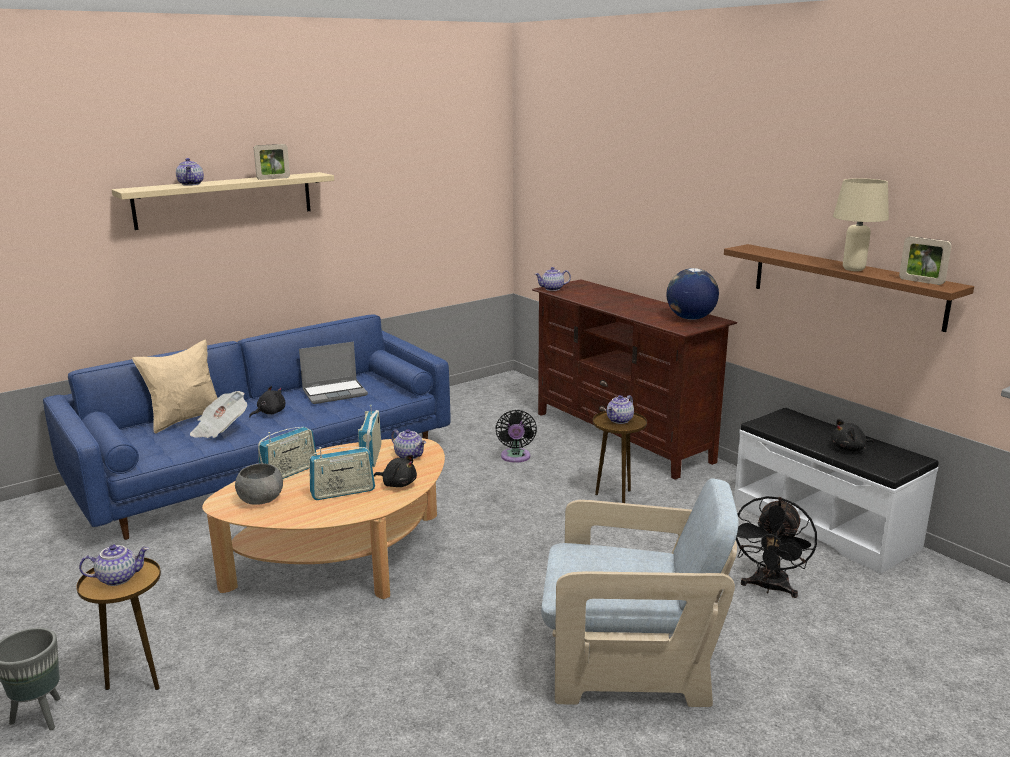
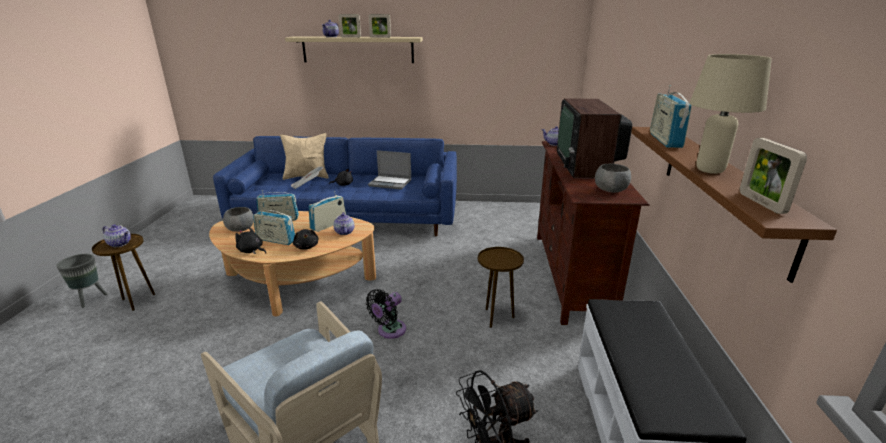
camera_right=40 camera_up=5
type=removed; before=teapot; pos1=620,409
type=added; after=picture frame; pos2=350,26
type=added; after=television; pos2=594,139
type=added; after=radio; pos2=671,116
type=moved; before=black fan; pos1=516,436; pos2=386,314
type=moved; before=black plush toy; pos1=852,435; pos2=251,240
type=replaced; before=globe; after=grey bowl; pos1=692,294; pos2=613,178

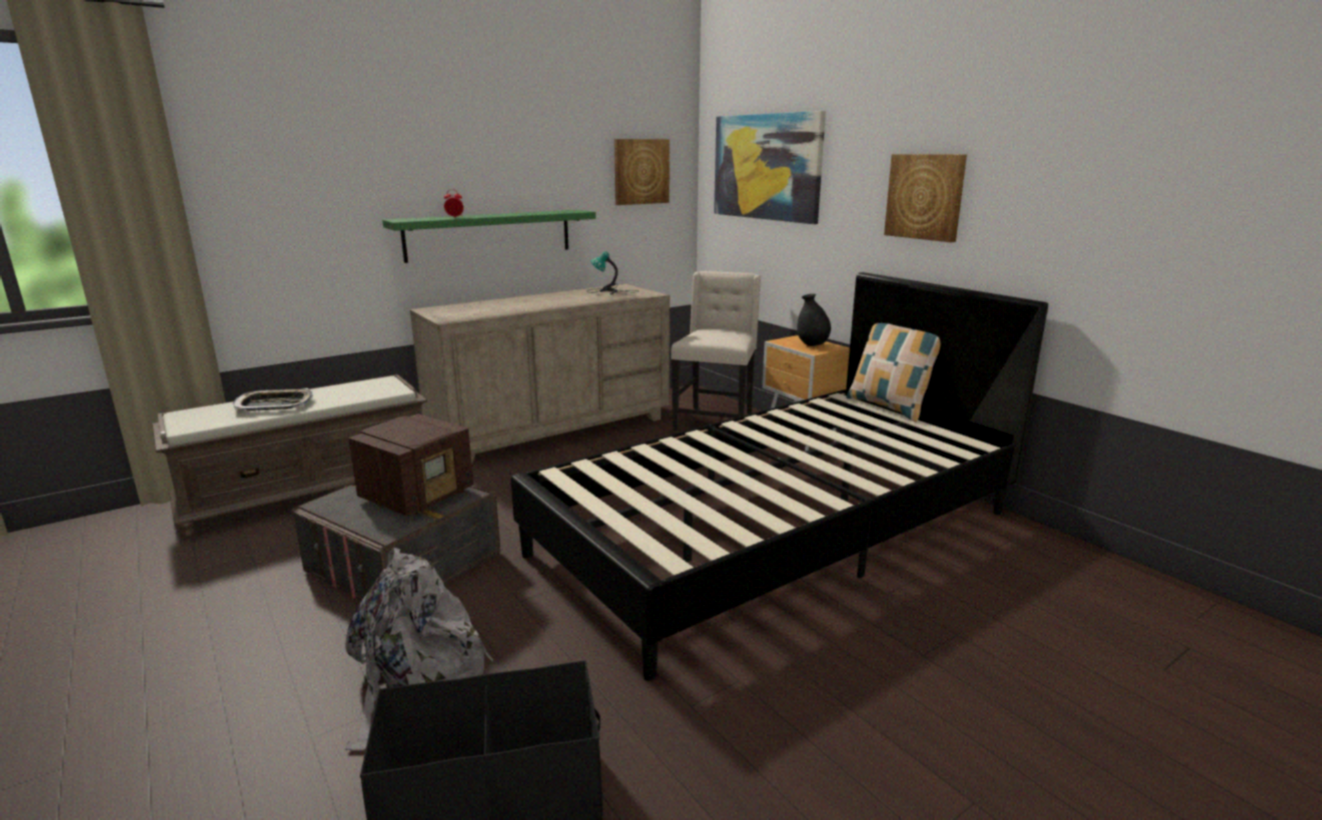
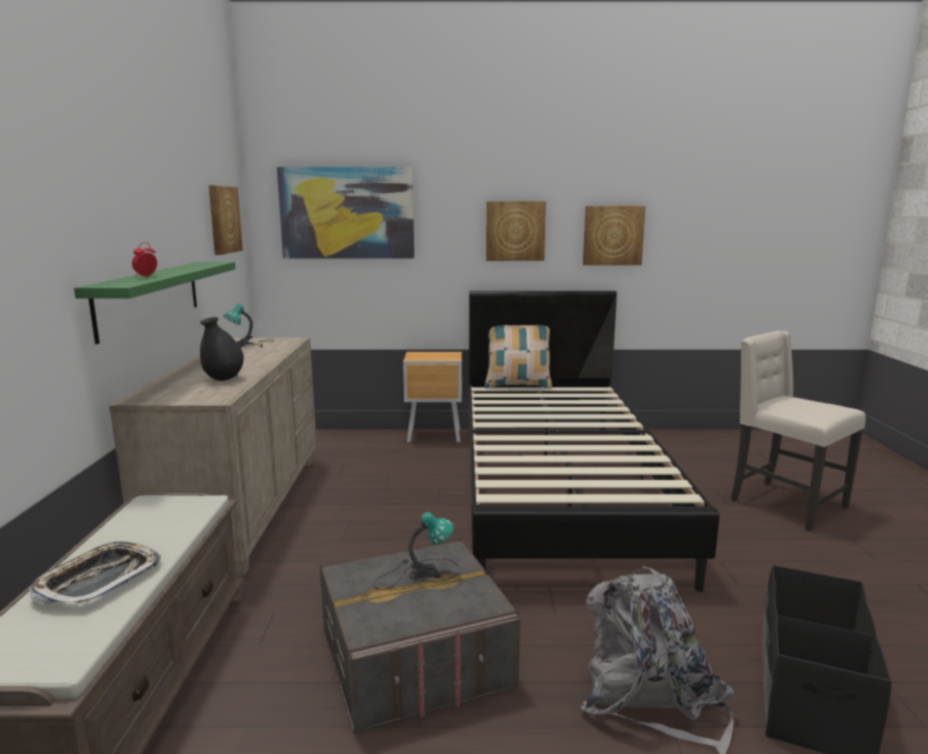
camera_right=-55 camera_up=-5
type=added; after=picture; pos2=614,235
type=moved; before=beige chair; pos1=716,351; pos2=798,431
type=moved; before=black vase; pos1=814,320; pos2=222,349
type=replaced; before=radio; after=table lamp; pos1=411,465; pos2=416,551

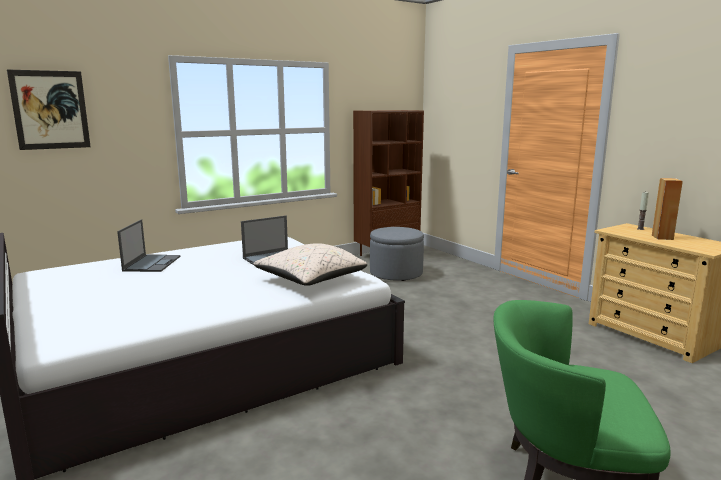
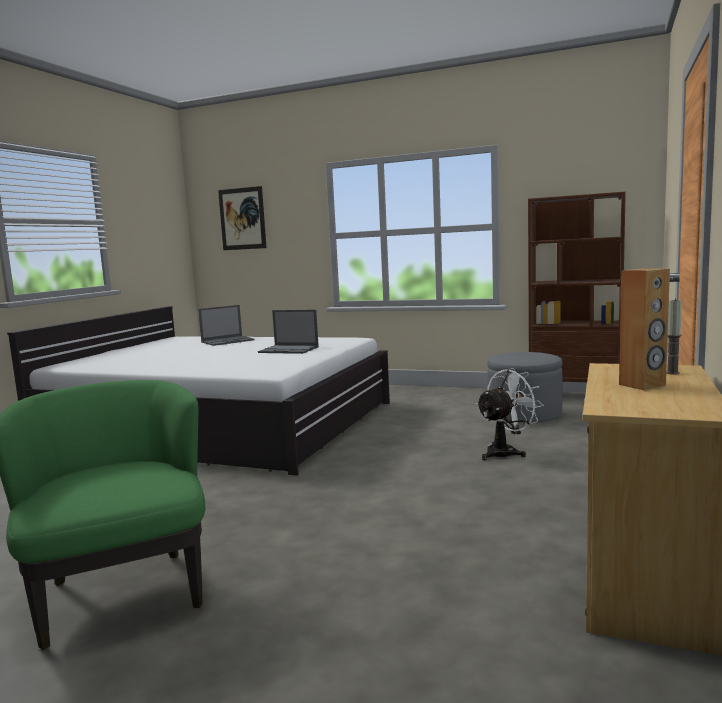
camera_right=55 camera_up=-5
type=removed; before=beige pillow; pos1=310,264
type=added; after=white fan; pos2=510,414

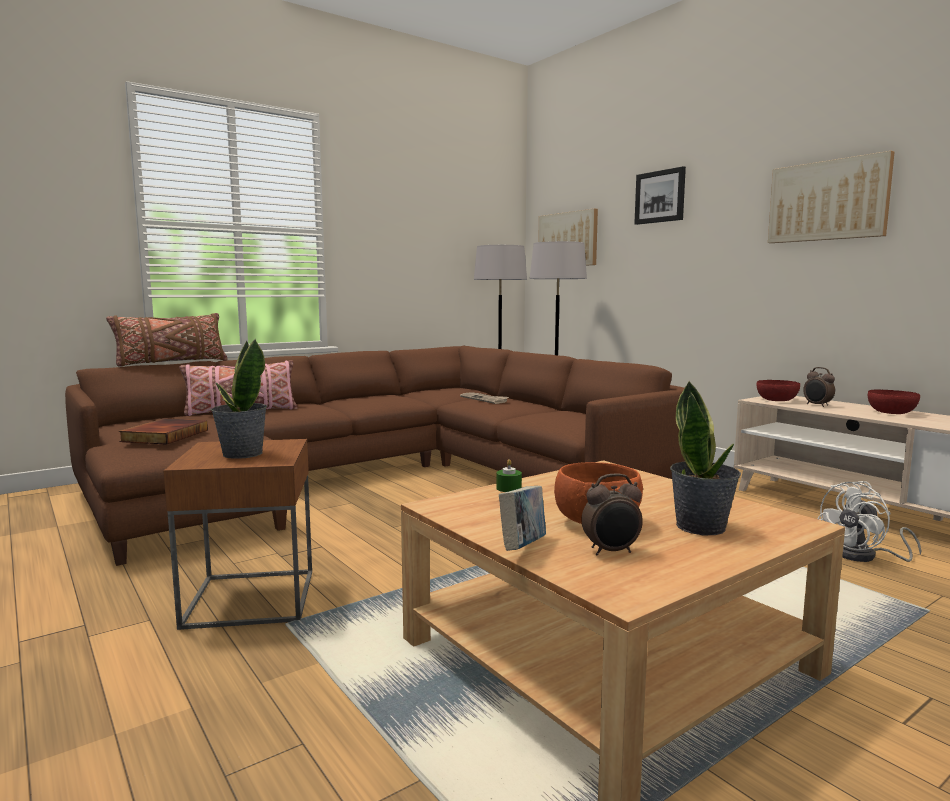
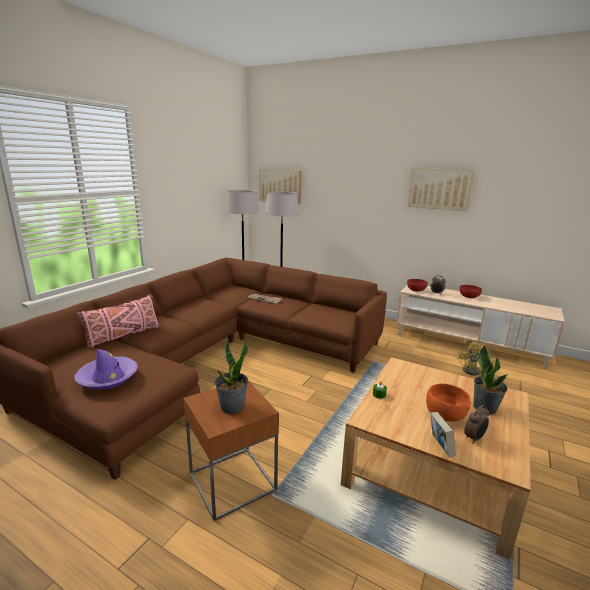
camera_right=-25 camera_up=10
type=removed; before=brown pillow; pos1=167,340
type=removed; before=picture; pos1=660,195
type=replaced; before=book; after=purple hat; pos1=163,431; pos2=106,369
type=recoloured; before=white fan; after=yellow fan; pos1=870,521; pos2=474,358

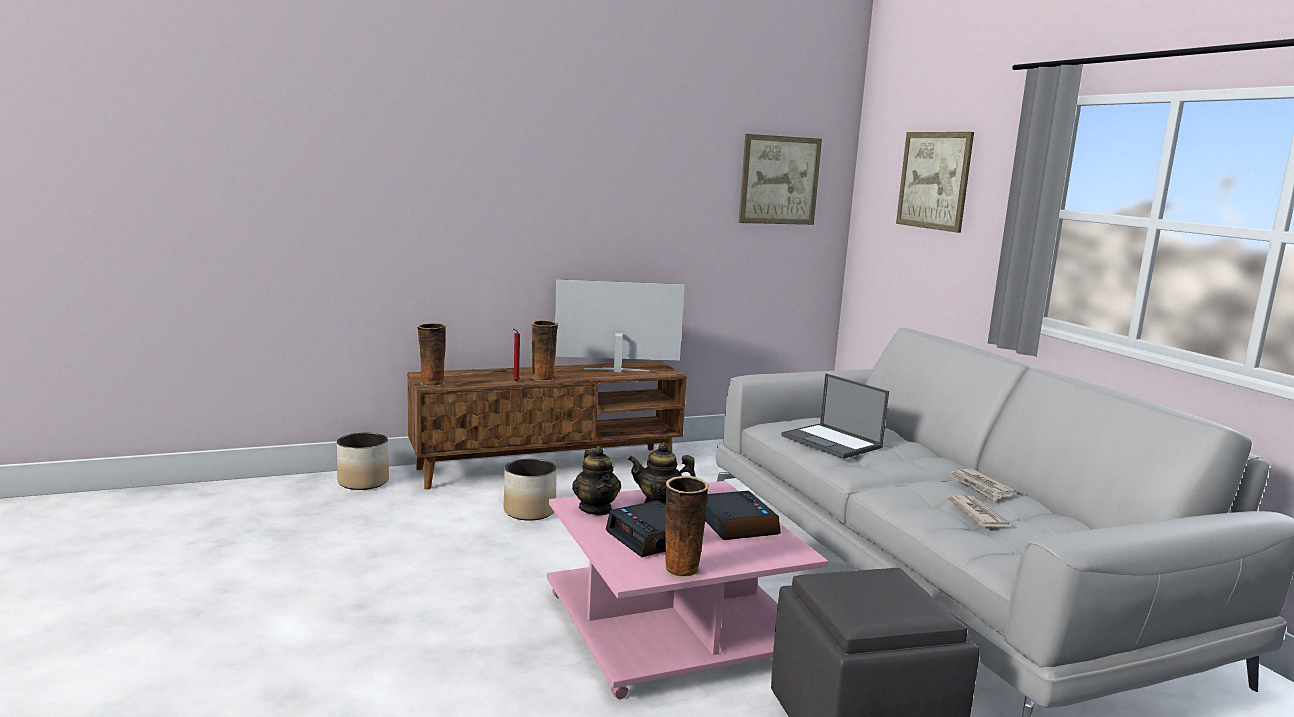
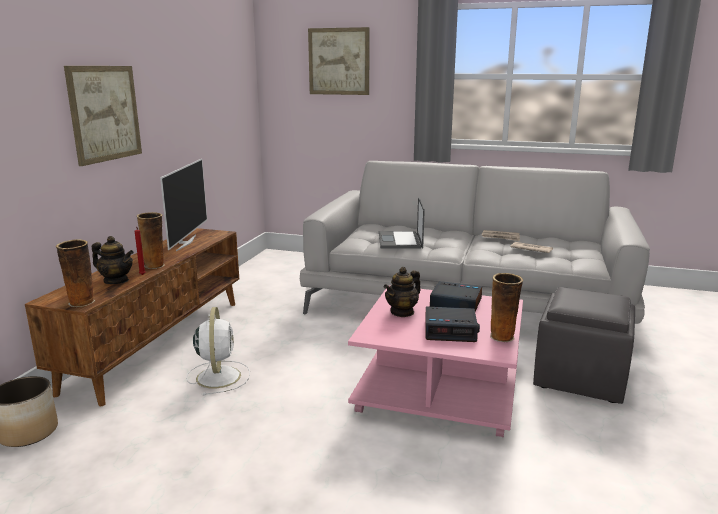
camera_right=-50 camera_up=5
type=moved; before=teapot; pos1=596,480; pos2=113,260
type=moved; before=picture; pos1=780,179; pos2=103,116
type=replaced; before=planter; after=white fan; pos1=530,490; pos2=218,351
type=turned; before=television; pos1=620,325; pos2=183,205; turn=150
type=turned; before=laptop; pos1=835,416; pos2=402,223; turn=90

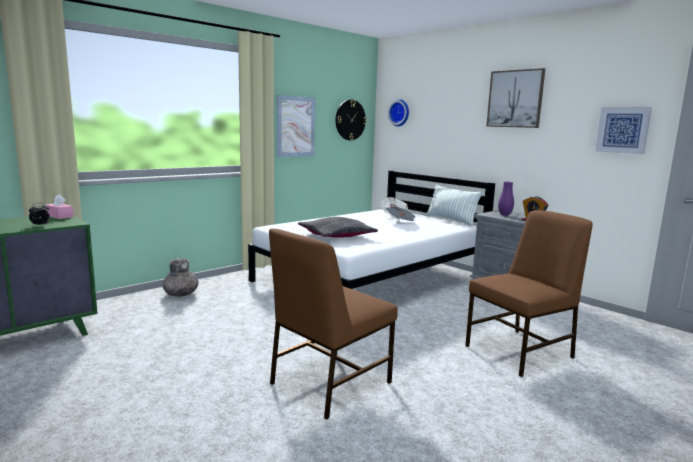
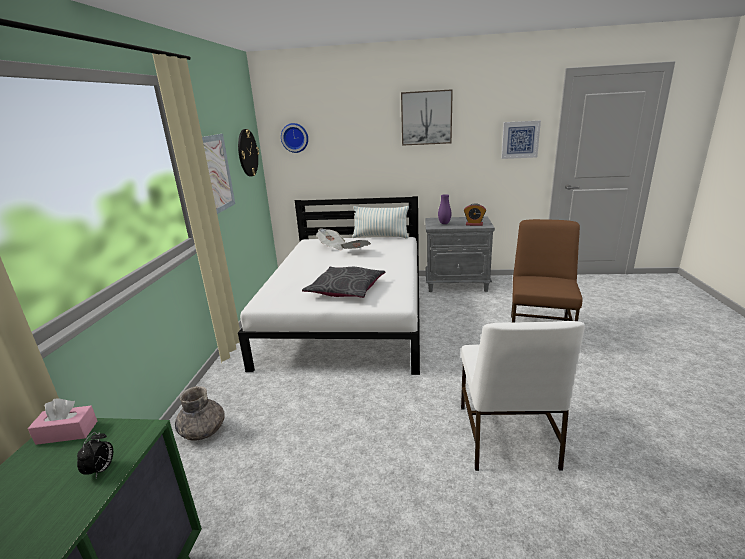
camera_right=-40 camera_up=10
type=recoloured; before=brown chair; after=white chair; pos1=333,324; pos2=523,396

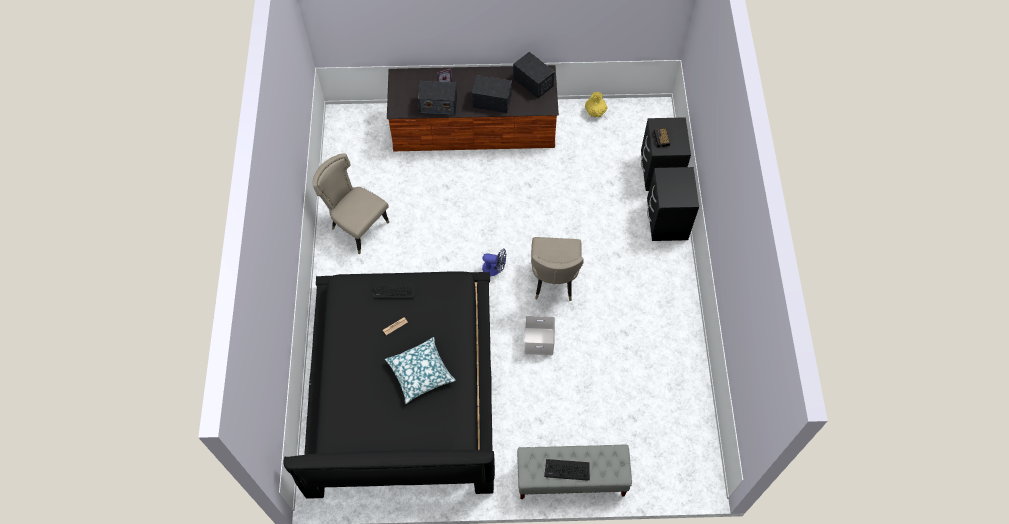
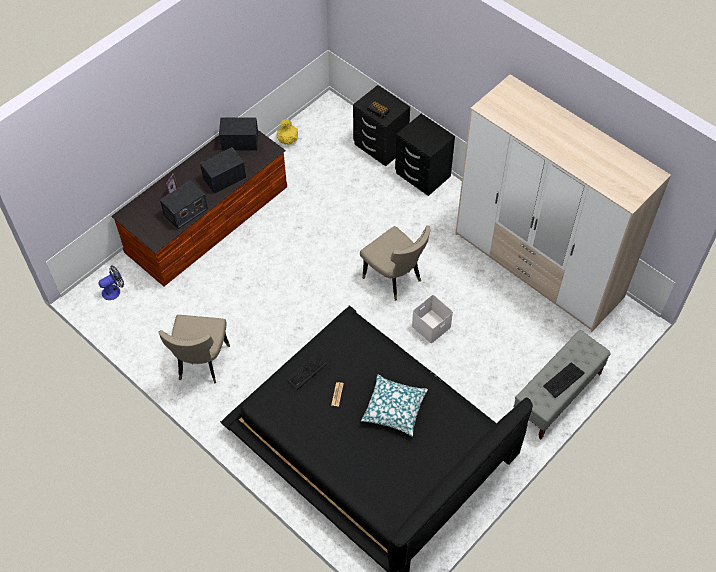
camera_right=-45 camera_up=-5
type=added; after=wardrobe; pos2=563,203
type=moved; before=fan; pos1=494,262; pos2=111,283
type=turned; before=beige chair; pos1=350,203; pos2=194,349; turn=-75

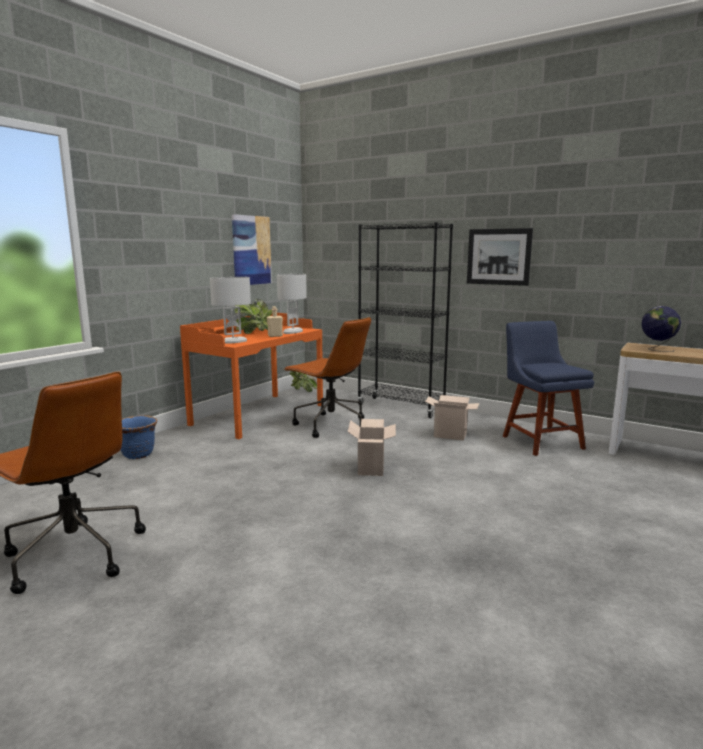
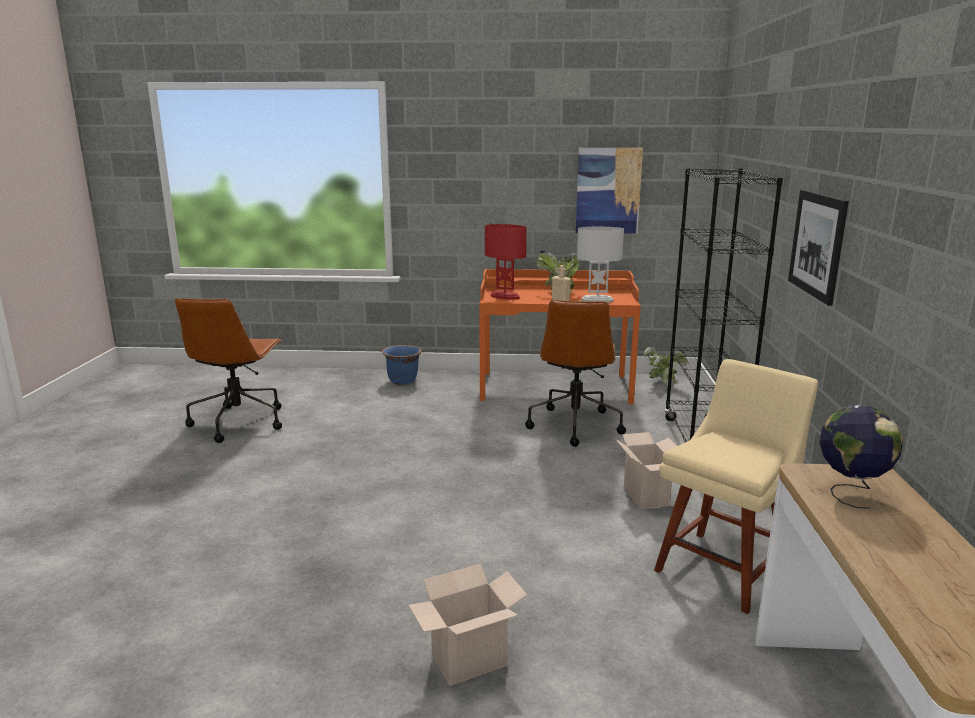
camera_right=60 camera_up=5
type=moved; before=cardboard box; pos1=372,447; pos2=467,625
type=recoloured; before=white table lamp; after=red table lamp; pos1=230,310; pos2=506,262
type=recoloured; before=blue chair; after=beige chair; pos1=548,388; pos2=736,486

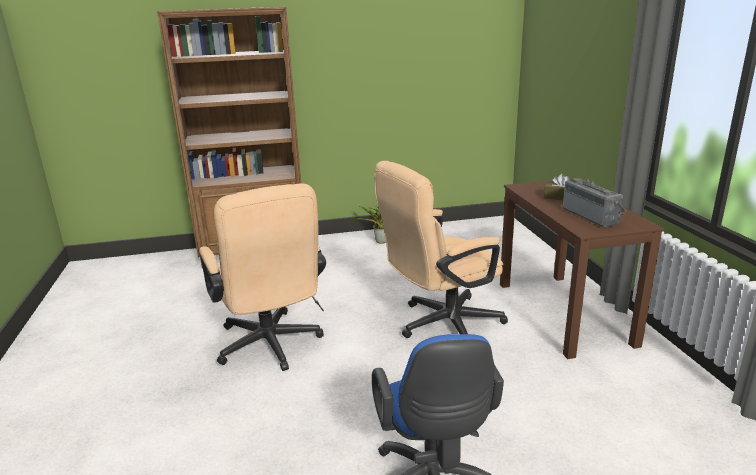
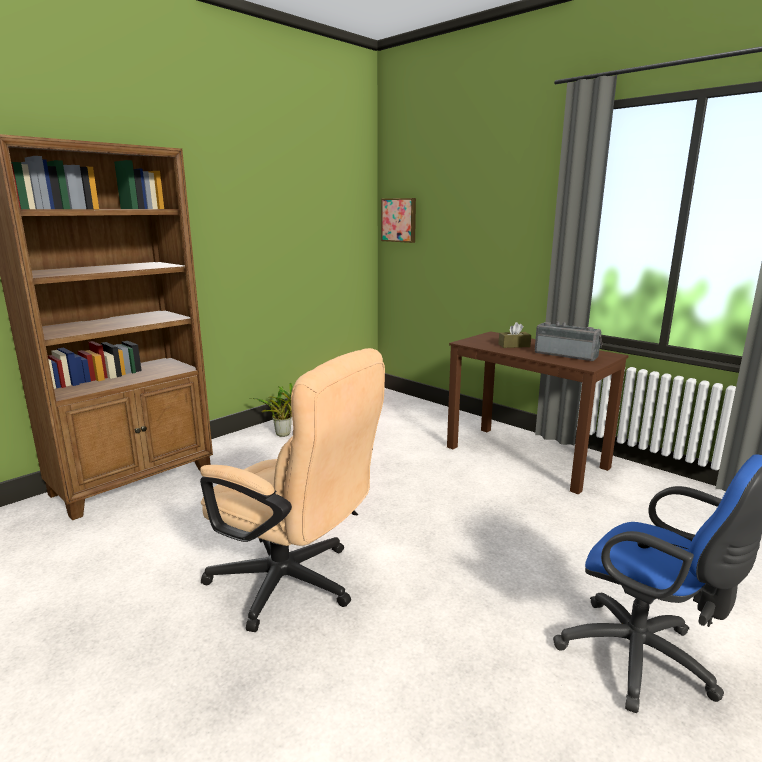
camera_right=-35 camera_up=-5
type=removed; before=beige office chair; pos1=441,249
type=added; after=picture; pos2=398,220

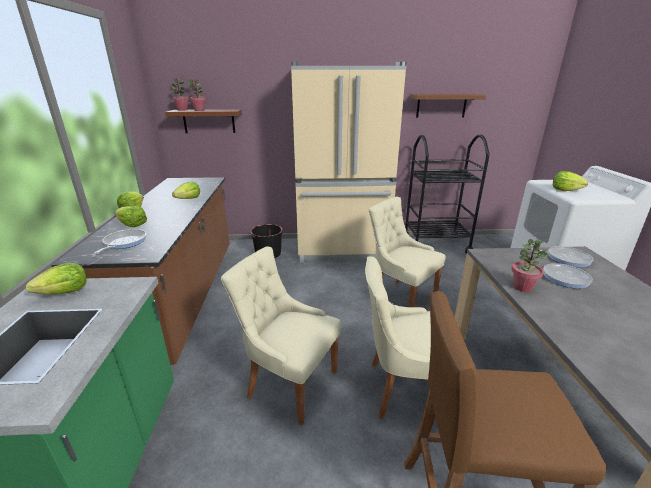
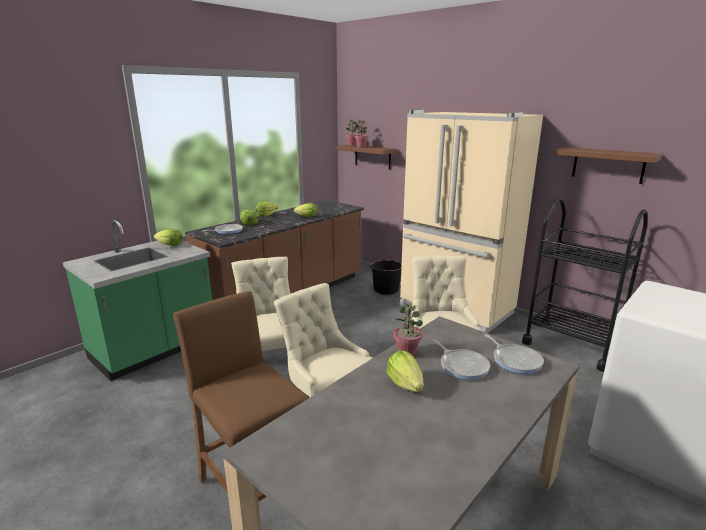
camera_right=45 camera_up=-5
type=moved; before=lettuce; pos1=570,181; pos2=405,371

